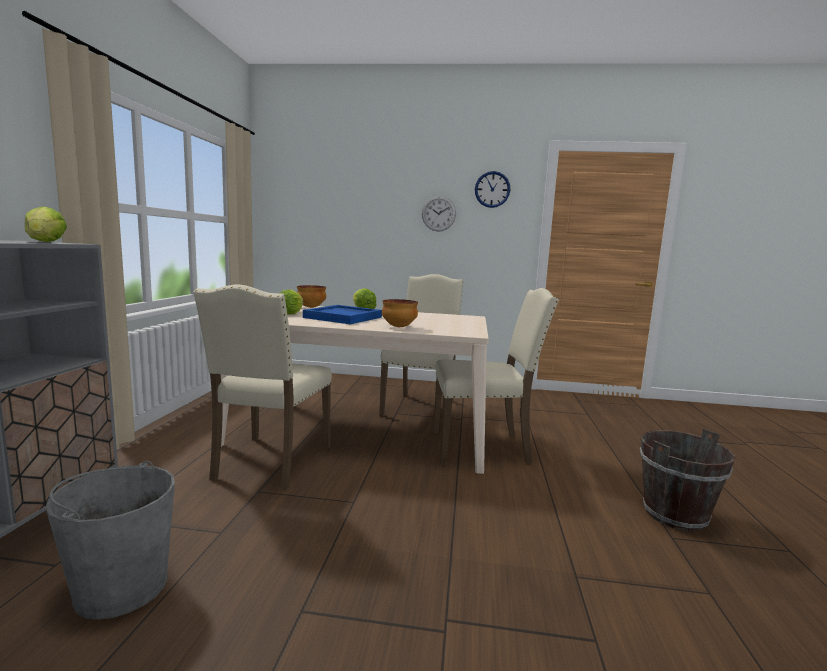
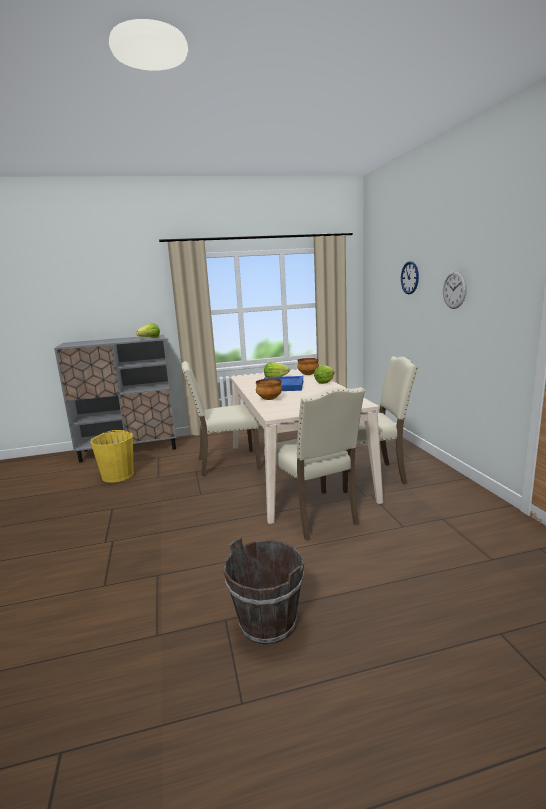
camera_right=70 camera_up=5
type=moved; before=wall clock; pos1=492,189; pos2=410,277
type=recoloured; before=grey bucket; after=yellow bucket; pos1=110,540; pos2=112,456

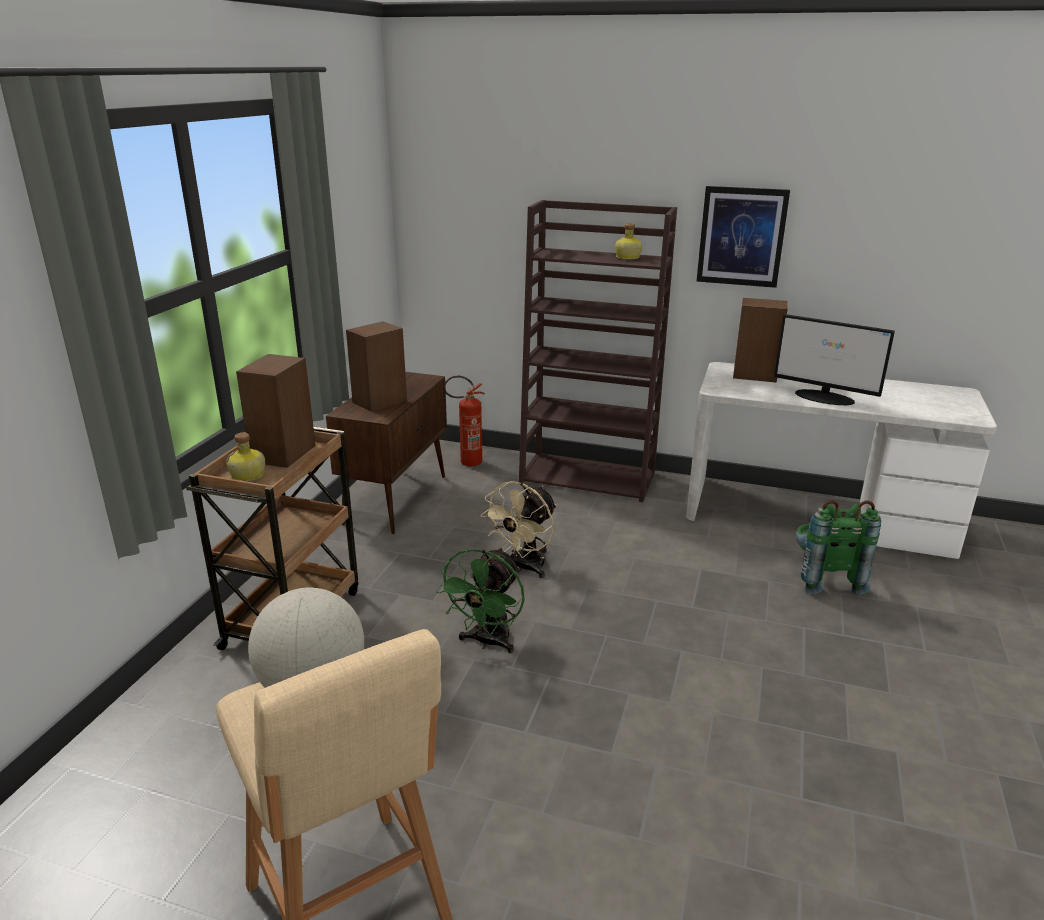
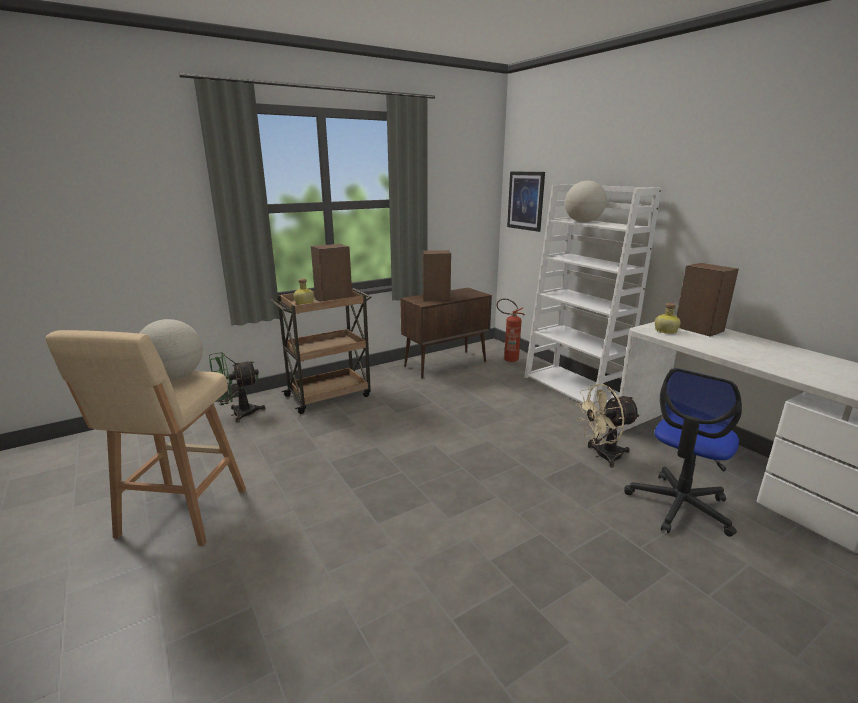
camera_right=40 camera_up=-5
type=removed; before=monitor; pos1=834,359
type=added; after=globe; pos2=586,201
type=moved; before=green fan; pos1=480,600; pos2=237,387
type=moved; before=beige fan; pos1=519,529; pos2=608,426
type=moved; before=bottle; pos1=628,241; pos2=668,318
type=moved; before=picture; pos1=743,237; pos2=526,202
type=replaced; before=green backpack; after=office chair; pos1=838,547; pos2=683,452
type=recoloured; before=brown bookcase; after=white bookcase; pos1=598,351; pos2=593,297

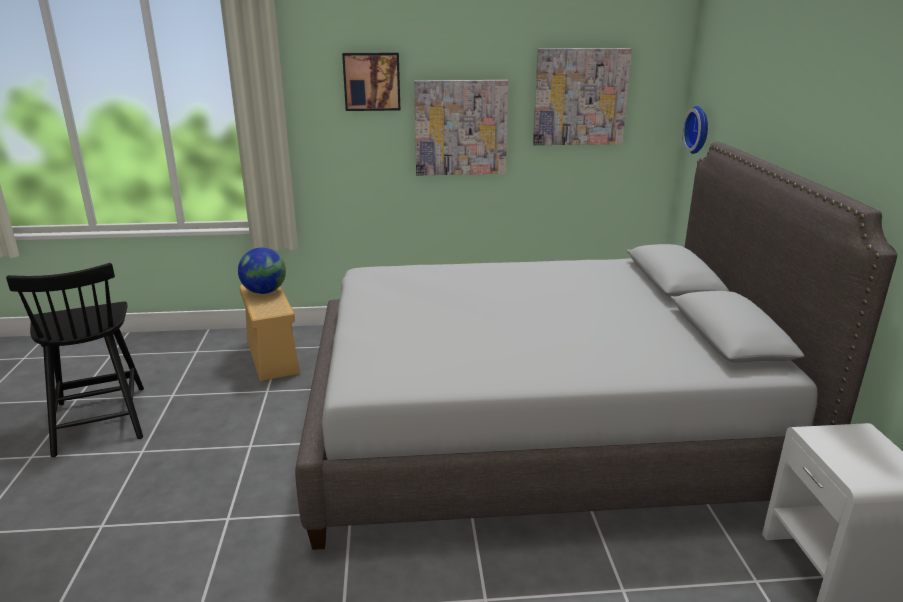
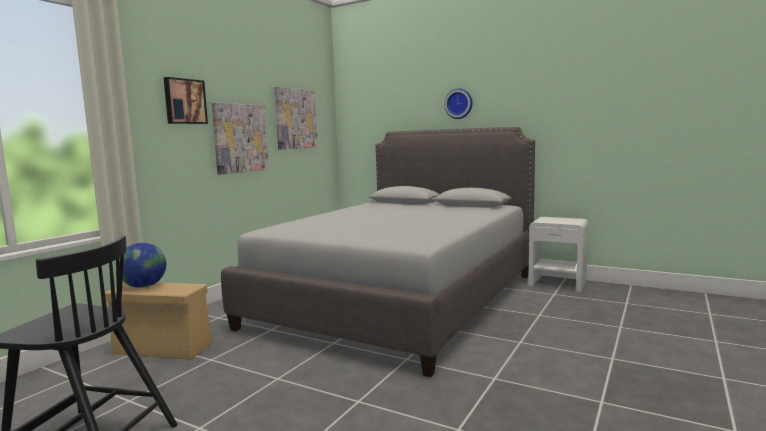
camera_right=-55 camera_up=-15
type=moved; before=wall clock; pos1=695,130; pos2=458,104

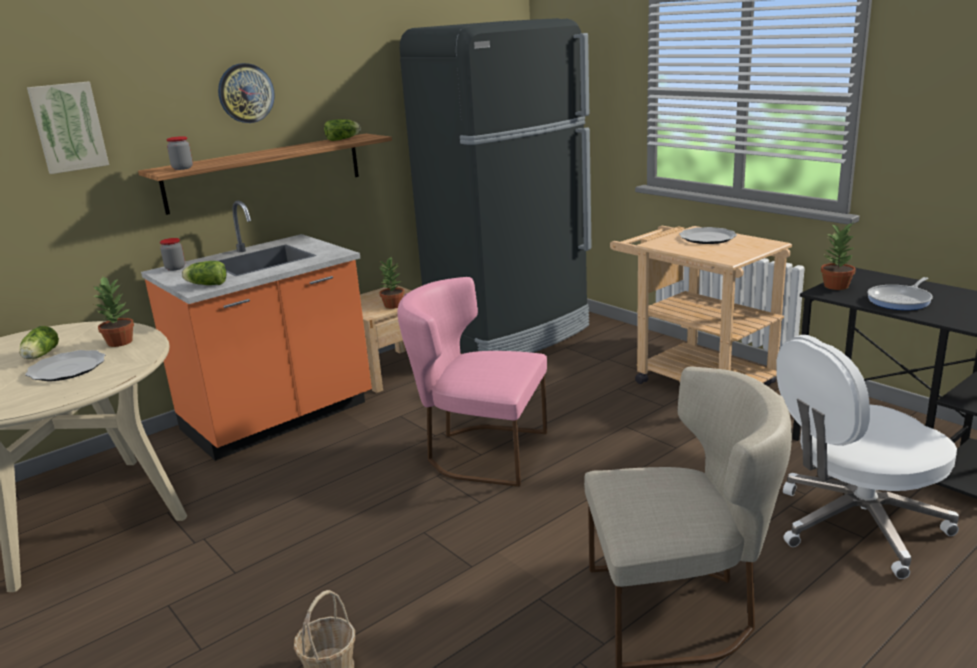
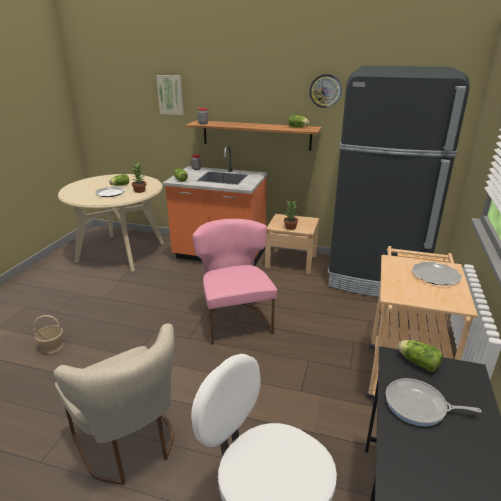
camera_right=55 camera_up=5
type=moved; before=wall clock; pos1=246,93; pos2=325,91
type=replaced; before=potted plant; after=lettuce; pos1=838,256; pos2=420,356

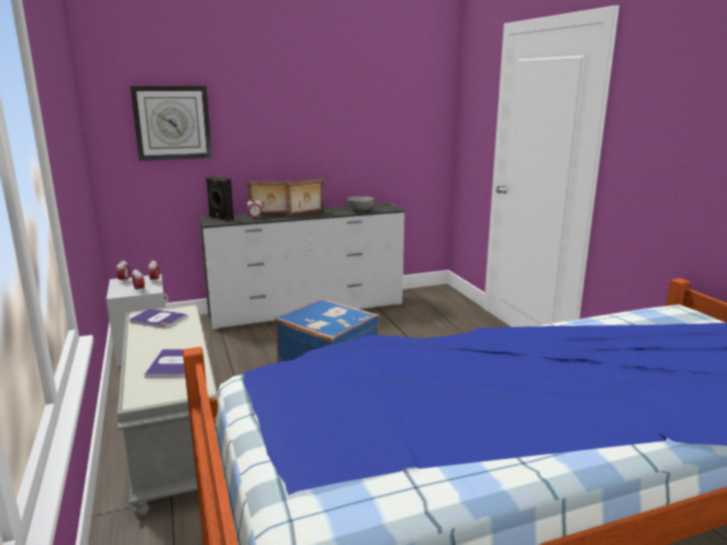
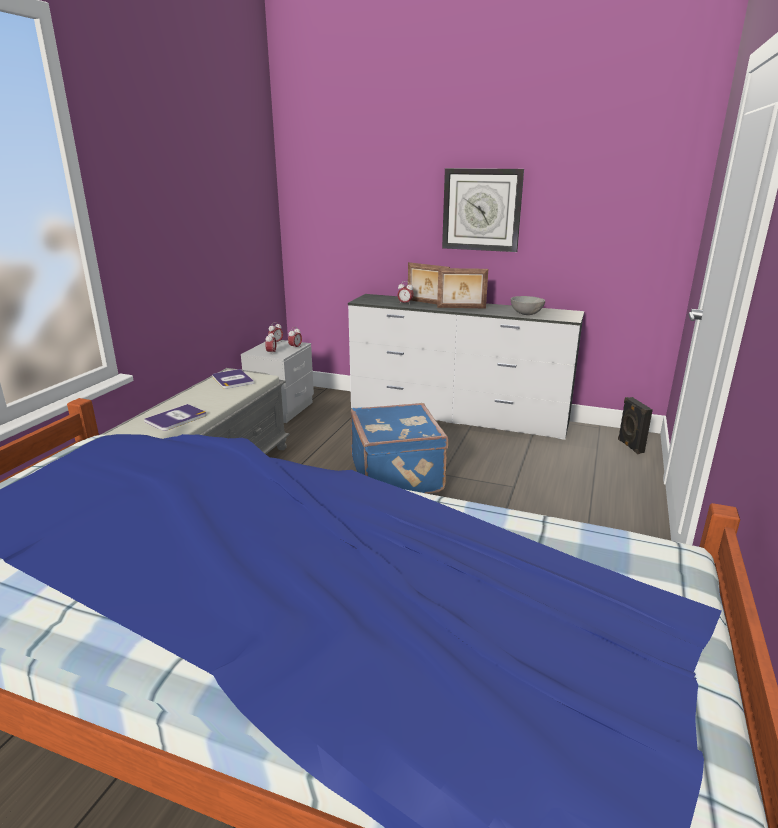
camera_right=40 camera_up=5
type=moved; before=wall clock; pos1=171,123; pos2=483,210
type=moved; before=black speaker; pos1=220,198; pos2=635,425

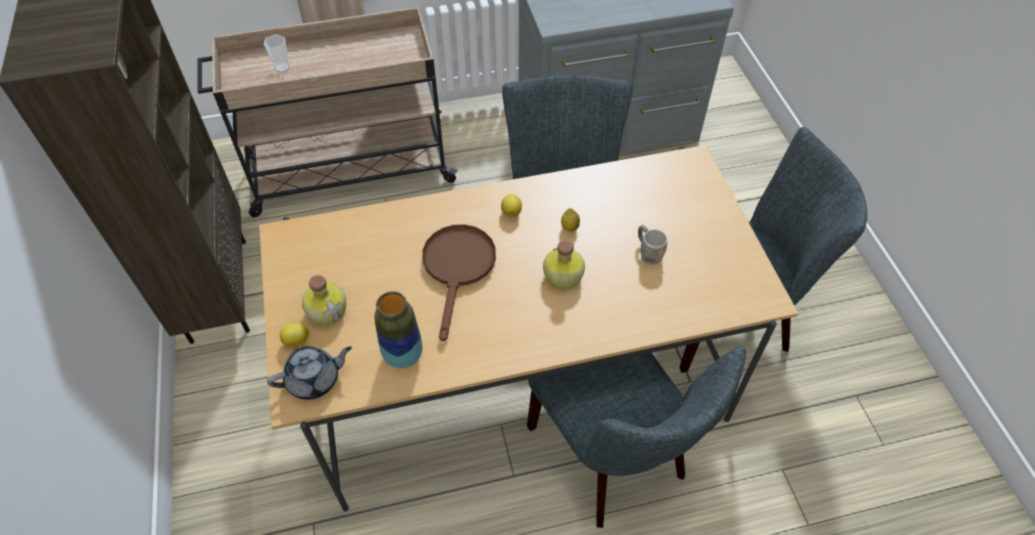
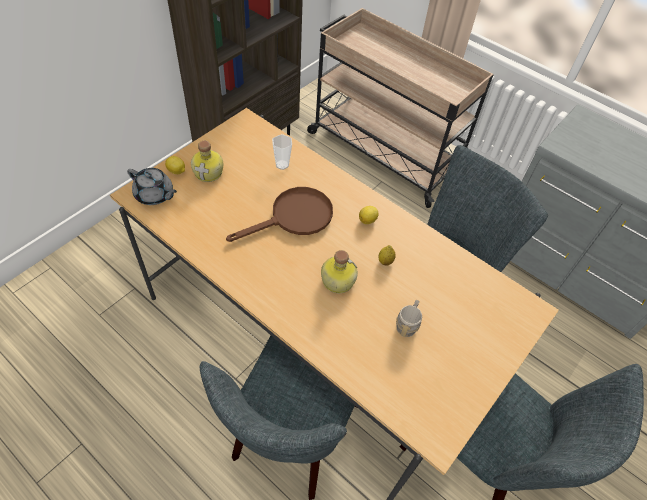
camera_right=50 camera_up=0
type=removed; before=vase; pos1=398,329
type=moved; before=cup; pos1=276,53; pos2=282,152

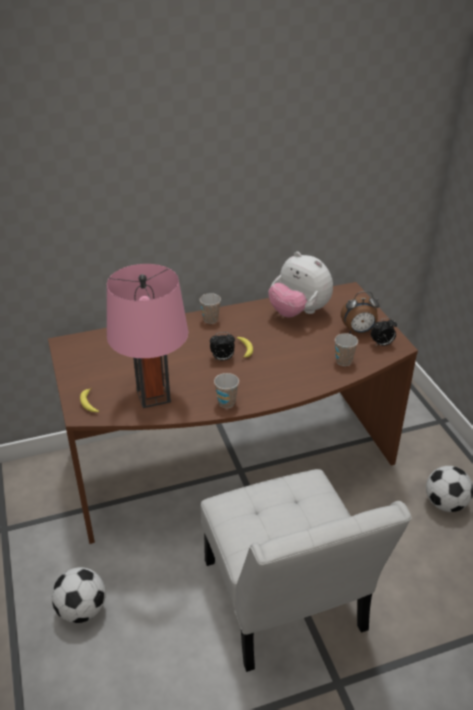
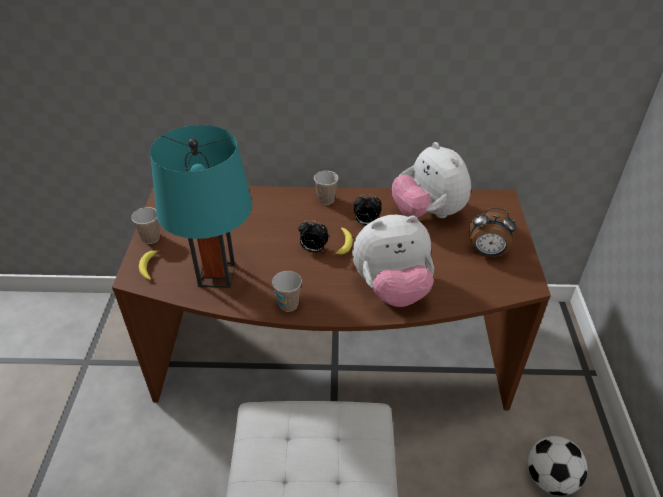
camera_right=20 camera_up=5
type=removed; before=football; pos1=79,595
type=added; after=plush toy; pos2=393,261
type=moved; before=cup; pos1=346,349; pos2=145,225
type=moved; before=alarm clock; pos1=384,332; pos2=368,209
type=recoloured; before=pink table lamp; after=turquoise table lamp; pos1=147,336; pos2=201,206

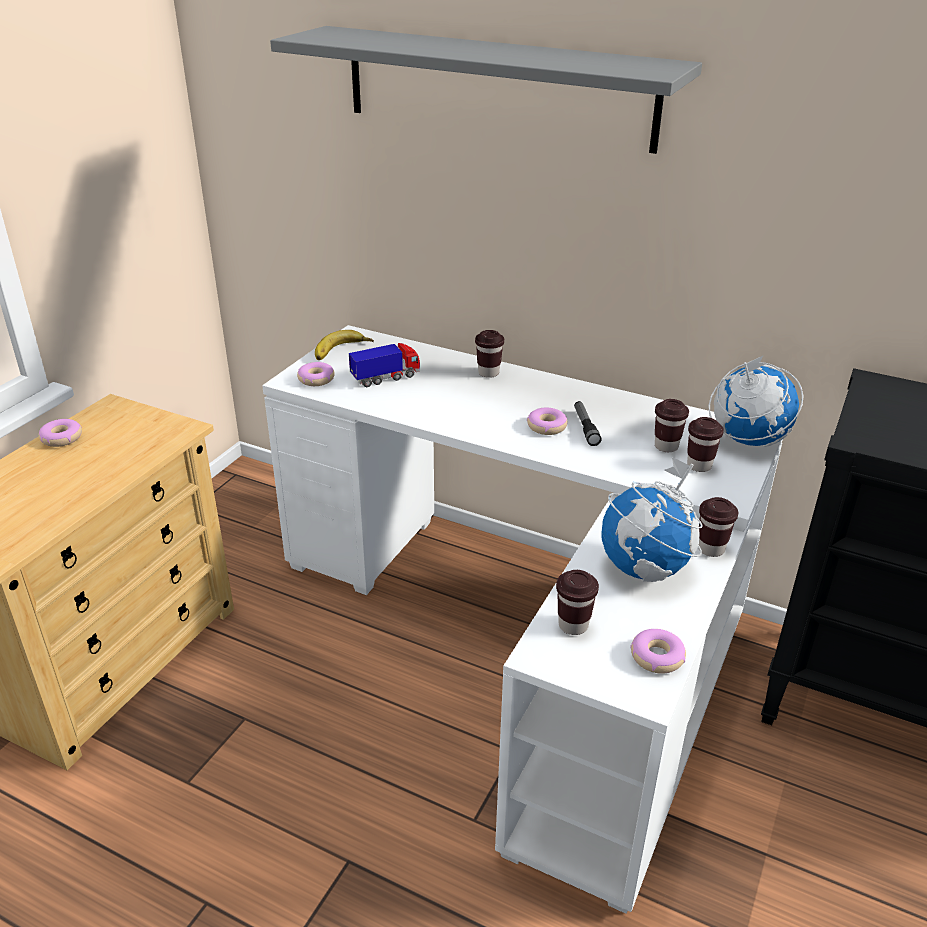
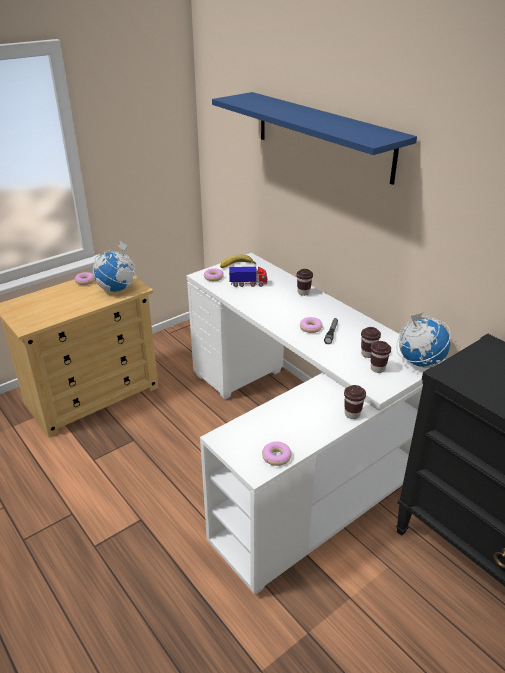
camera_right=25 camera_up=0
type=removed; before=brown cup; pos1=577,602
type=moved; before=globe; pos1=652,519; pos2=114,266
type=recoloured; before=grey shelf; after=blue shelf; pos1=486,90; pos2=314,138

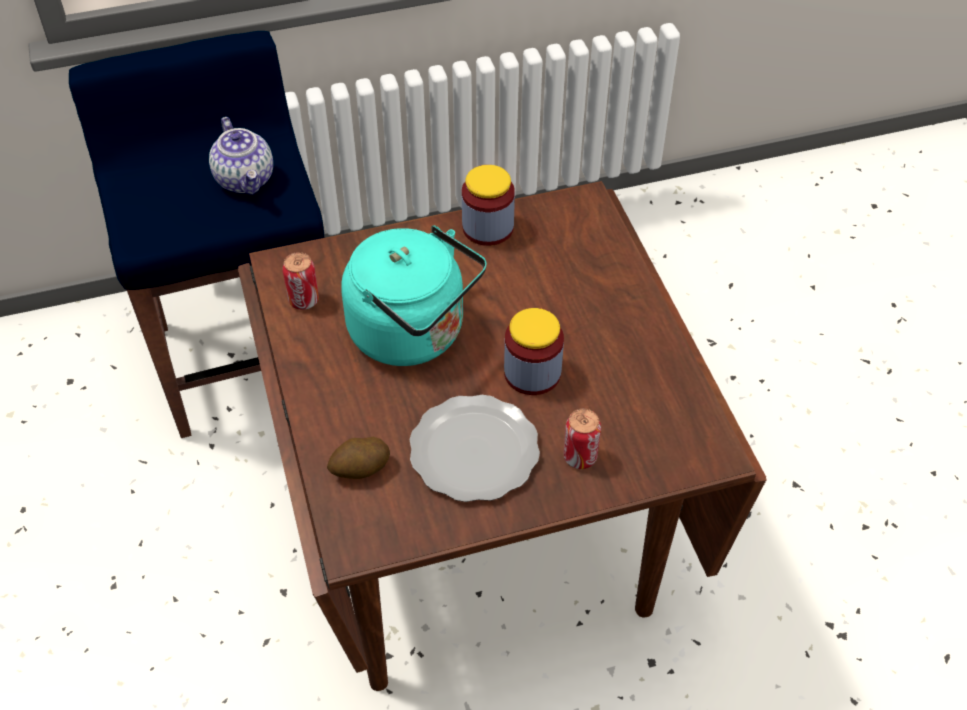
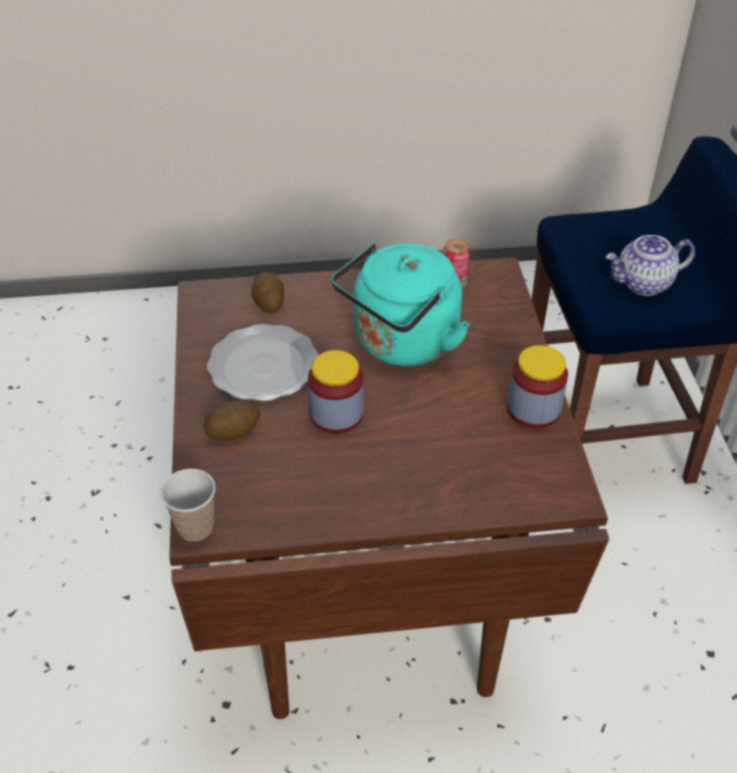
camera_right=100 camera_up=-5
type=added; after=cup; pos2=187,505
type=replaced; before=can; after=potato; pos1=582,439; pos2=232,420

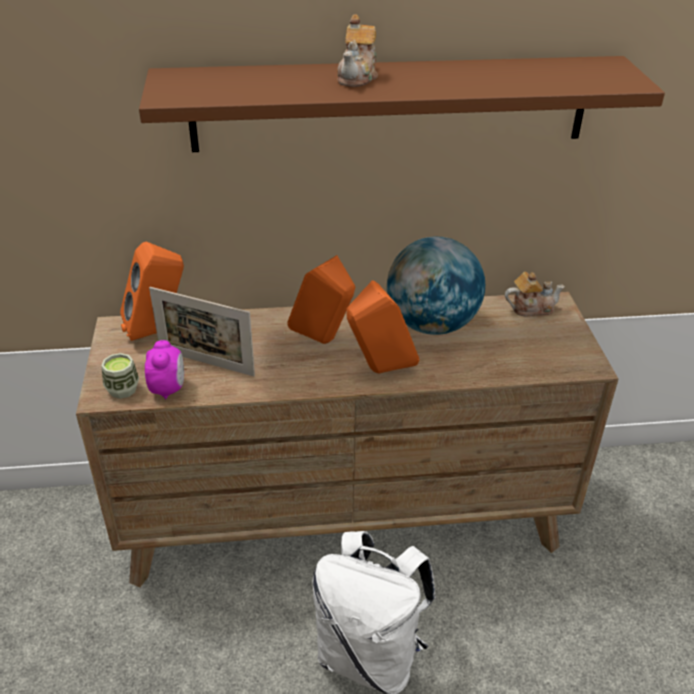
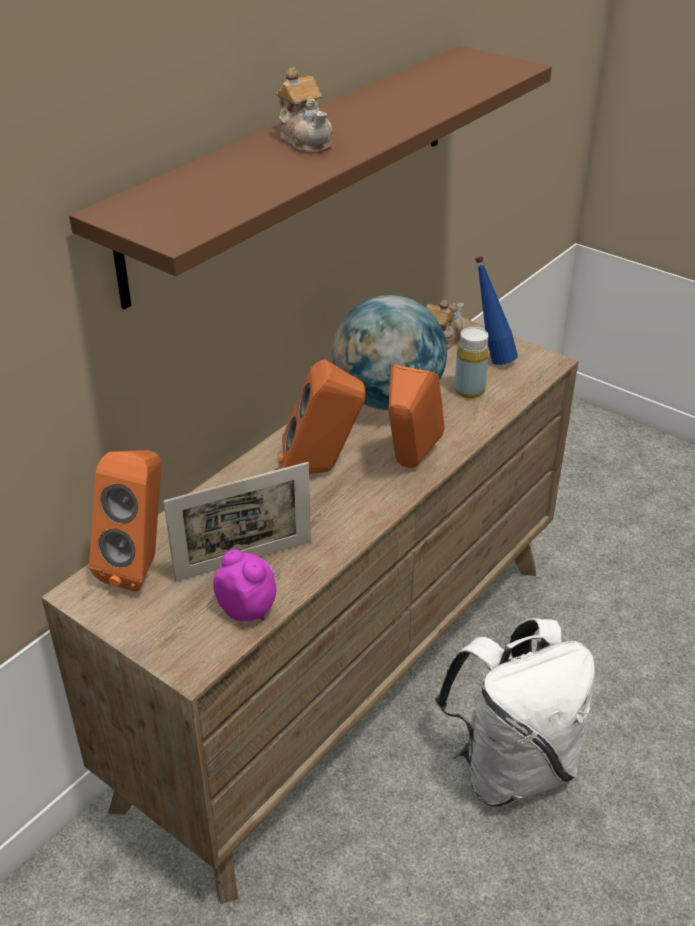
camera_right=-45 camera_up=0
type=removed; before=cup; pos1=120,376
type=added; after=yellow bottle; pos2=471,362
type=added; after=blue bottle; pos2=496,310

